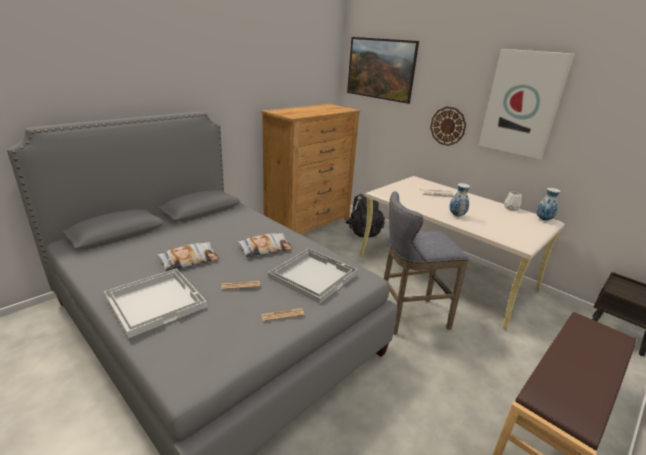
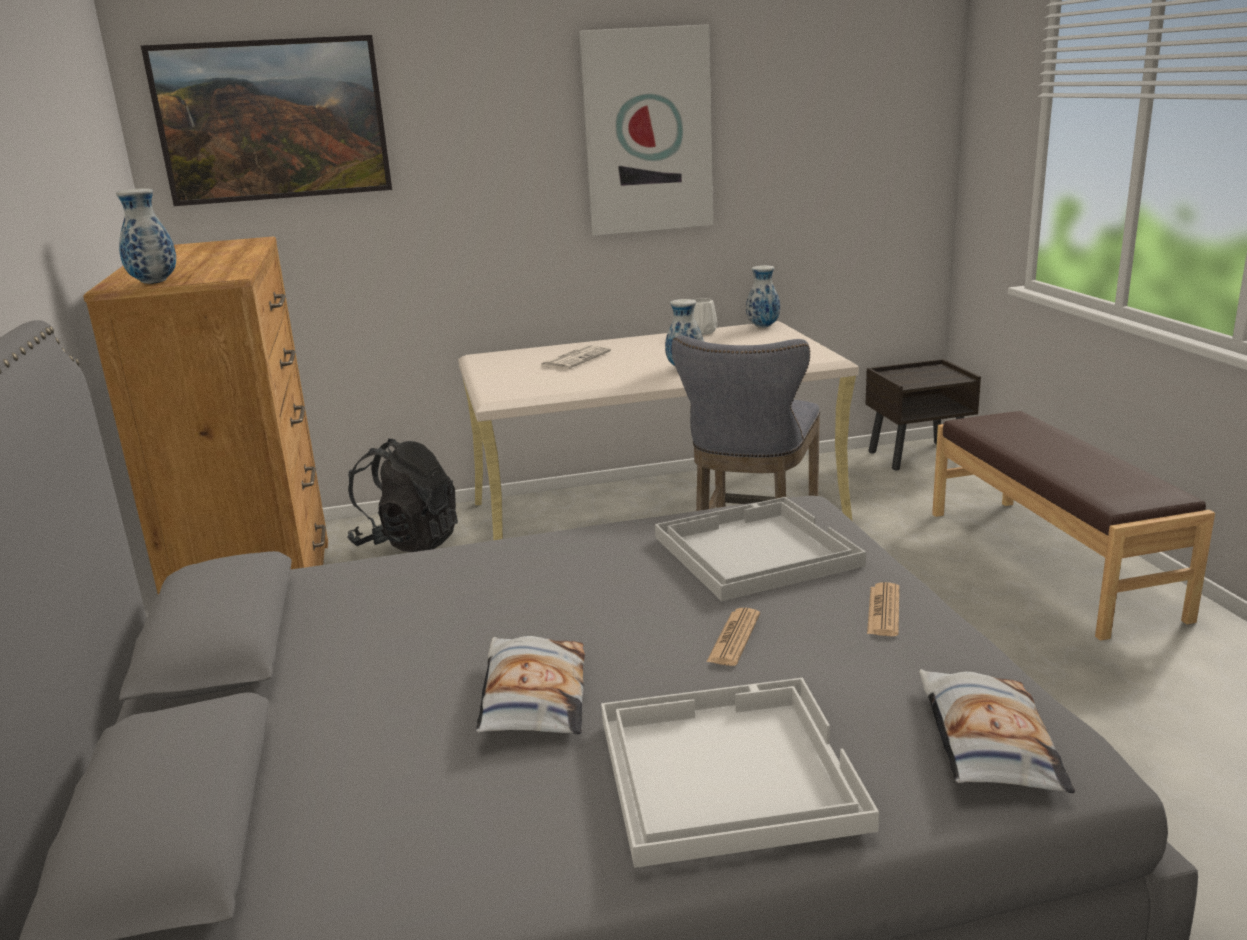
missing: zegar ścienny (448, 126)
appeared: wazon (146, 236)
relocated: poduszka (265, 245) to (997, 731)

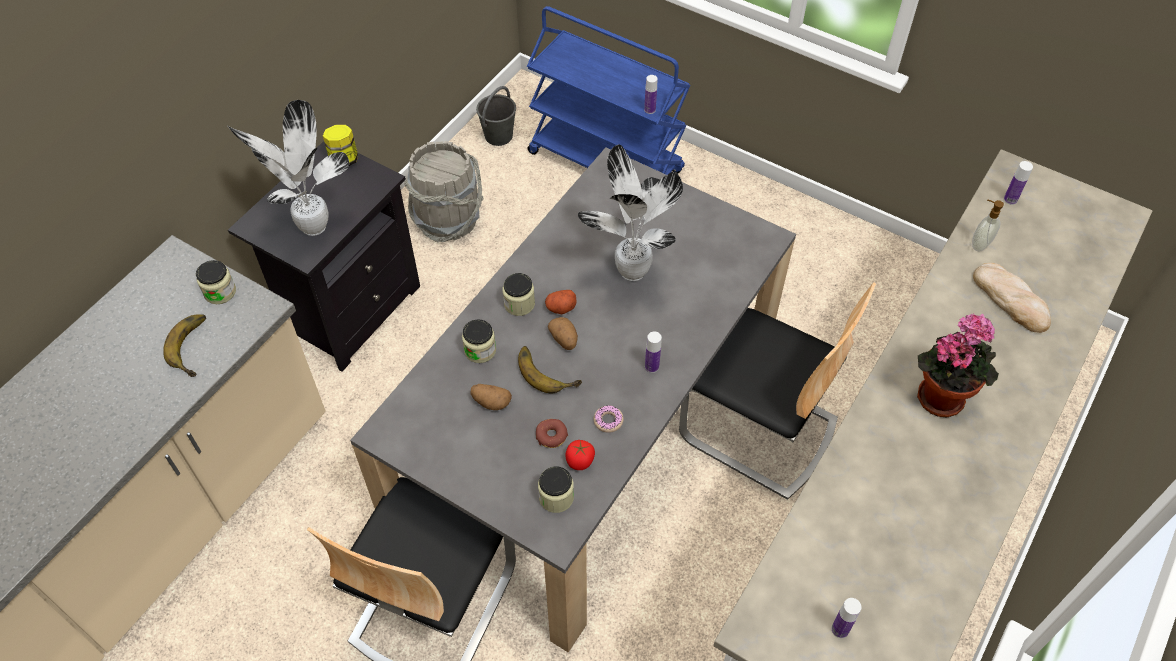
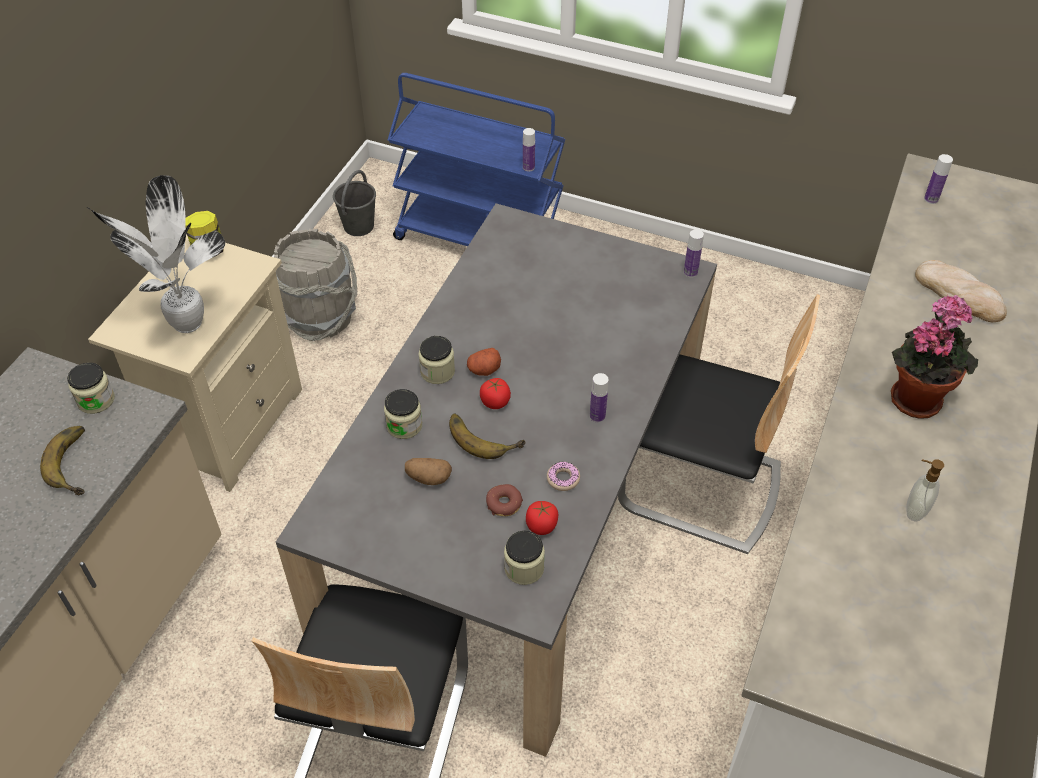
missing: roślina doniczkowa (630, 212)
relocated: butelka (846, 618) to (694, 253); dozownik mydła (988, 226) to (925, 490)
exchanged: ziemniak (563, 333) to pomidor (495, 393)
colour: szafka nocna/czarny (324, 256) to szafka nocna/beżowy (195, 363)

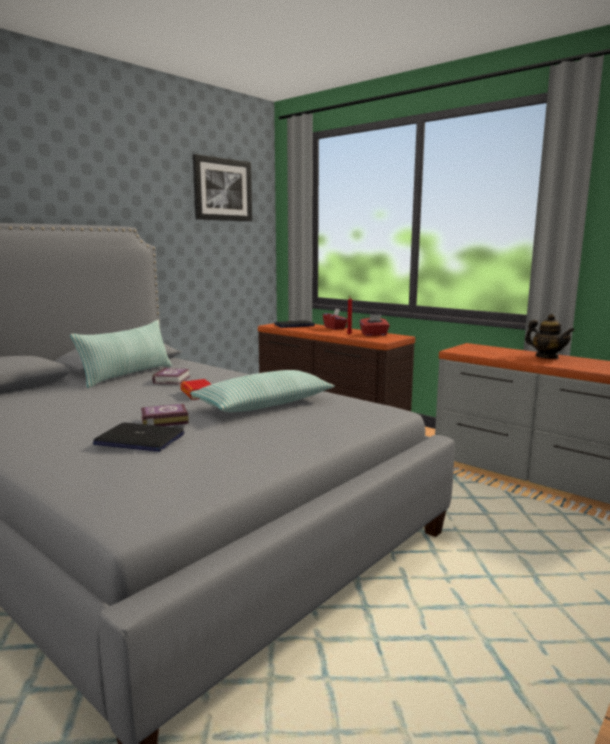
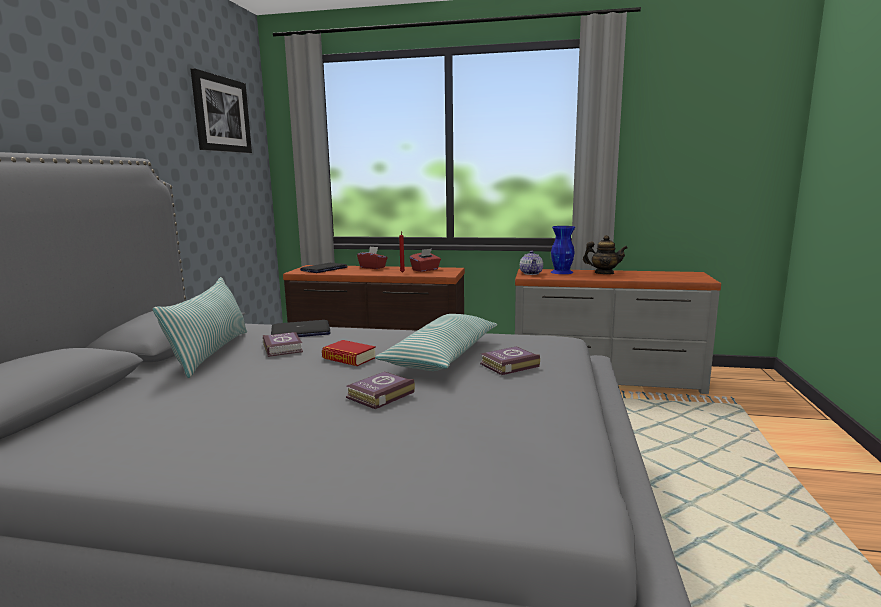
appeared: książka (510, 361); imbryk (531, 263); wazon/niebieski (563, 250)
relocated: laptop (139, 437) to (301, 328)

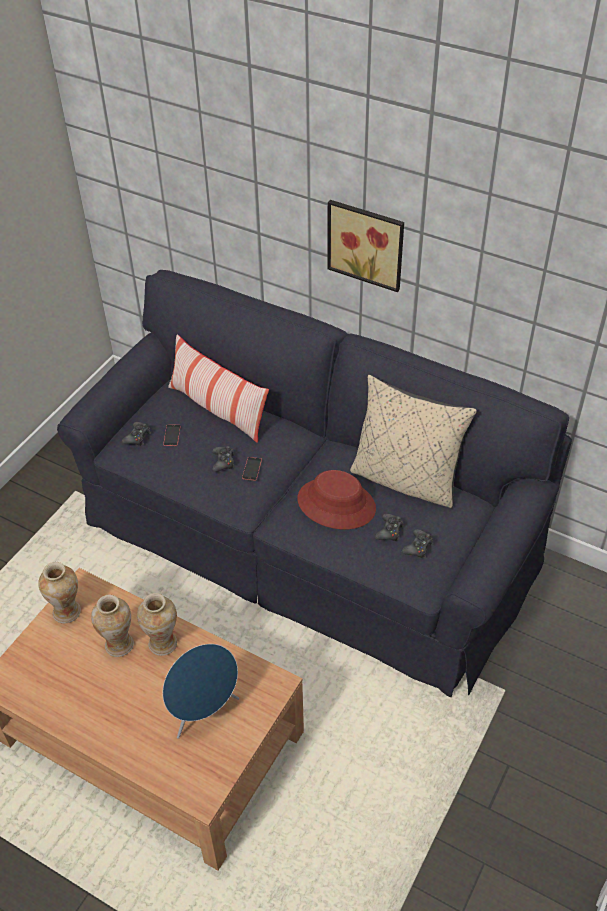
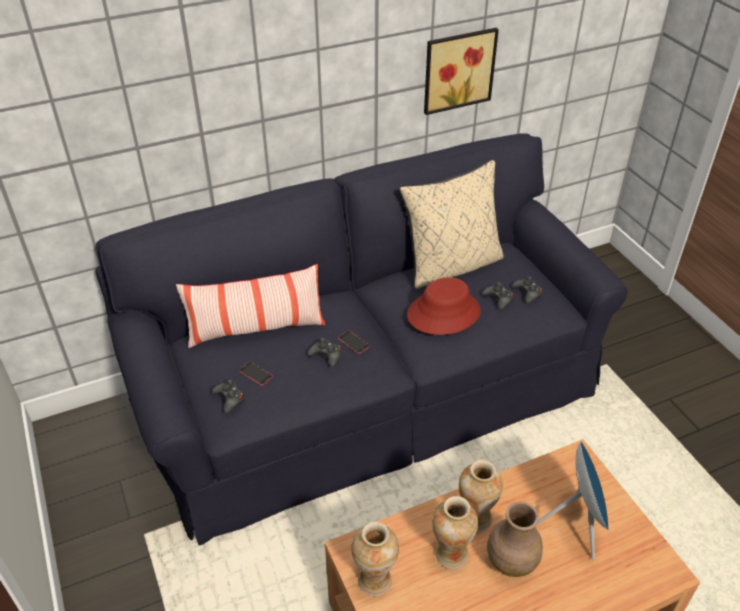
appeared: wazon/brązowy (515, 539)
relocated: obraz (365, 246) to (461, 71)

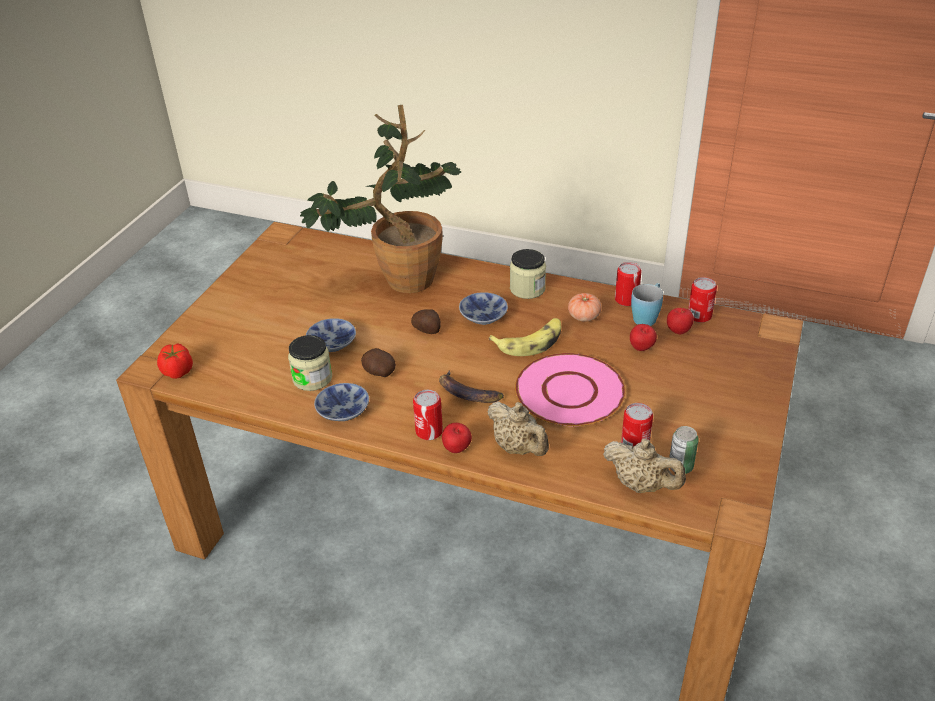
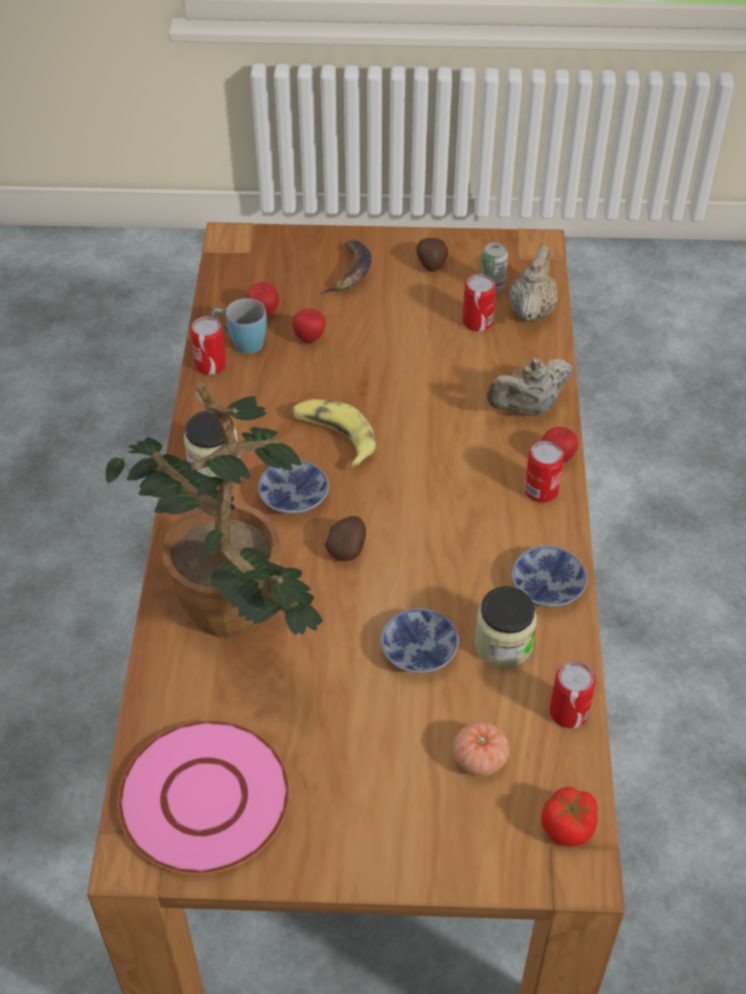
relocated: ziemniak (378, 362) to (432, 255); banan (471, 387) to (345, 267); talerz/różowy (570, 389) to (204, 797); pomidor (584, 307) to (481, 749); puszka (702, 300) to (573, 695)
spun: imbryk/beżowy (518, 428) = (529, 387) 150 degrees counterclockwise

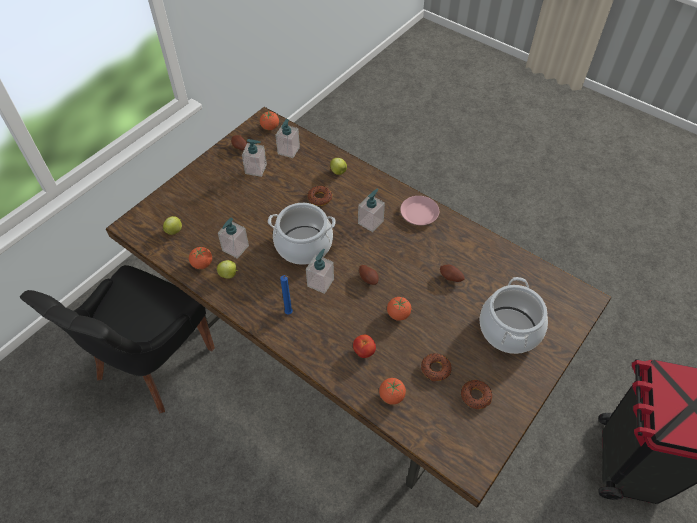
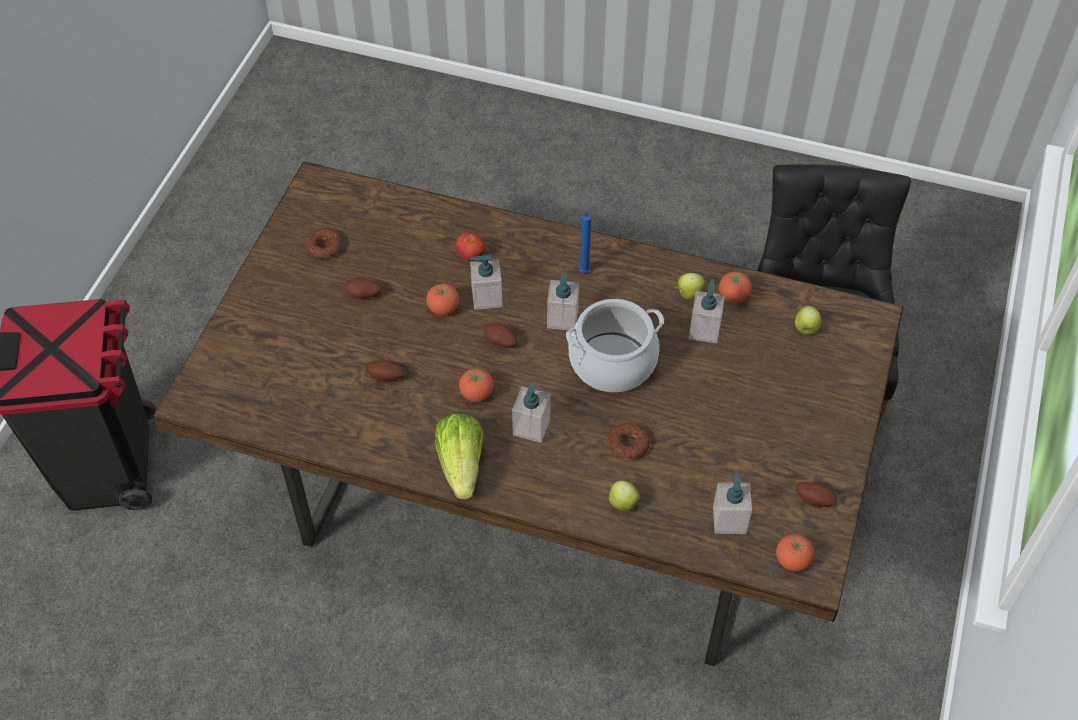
missing: donut (436, 367); garnek (513, 315)
appeared: ziemniak (363, 288)
relocated: dozownik mydła (254, 158) to (486, 282); pomidor (392, 391) to (476, 385)
exchanged: talerz/różowy (419, 210) to sałata (459, 456)

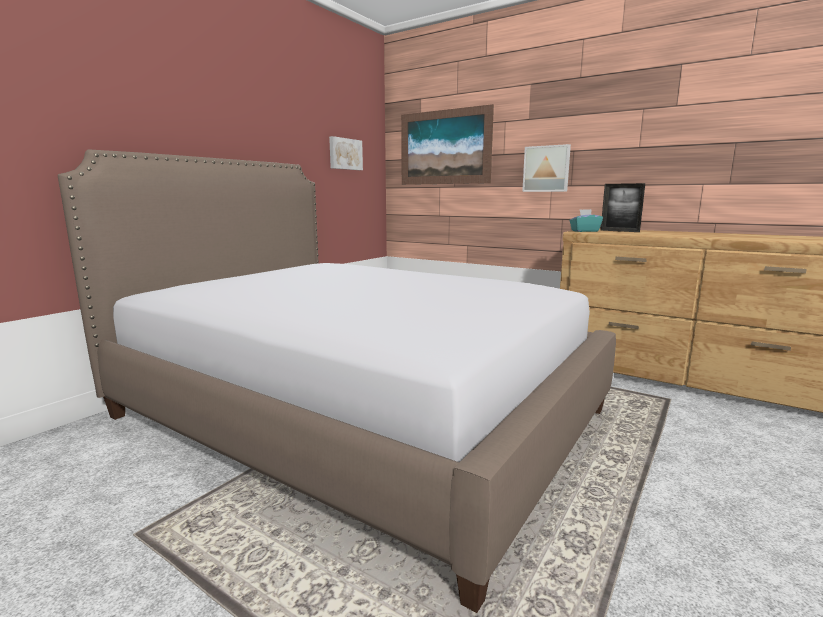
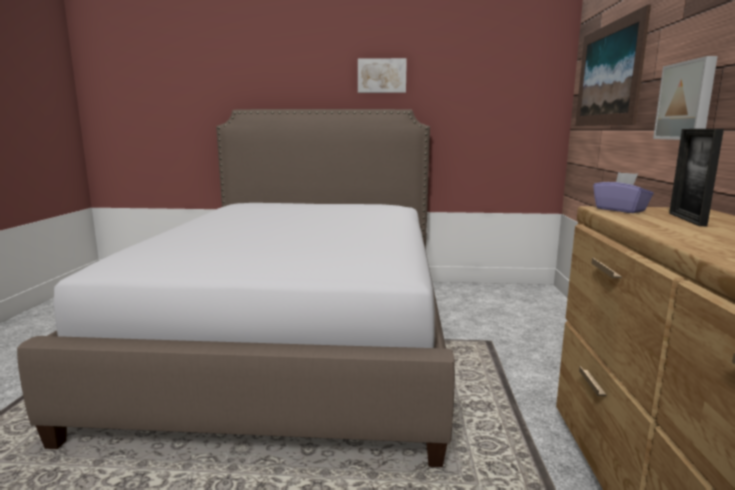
relocated: obraz (346, 153) to (382, 75)
colour: pudełko chusteczek/turkusowy (586, 220) to pudełko chusteczek/fioletowy (623, 192)

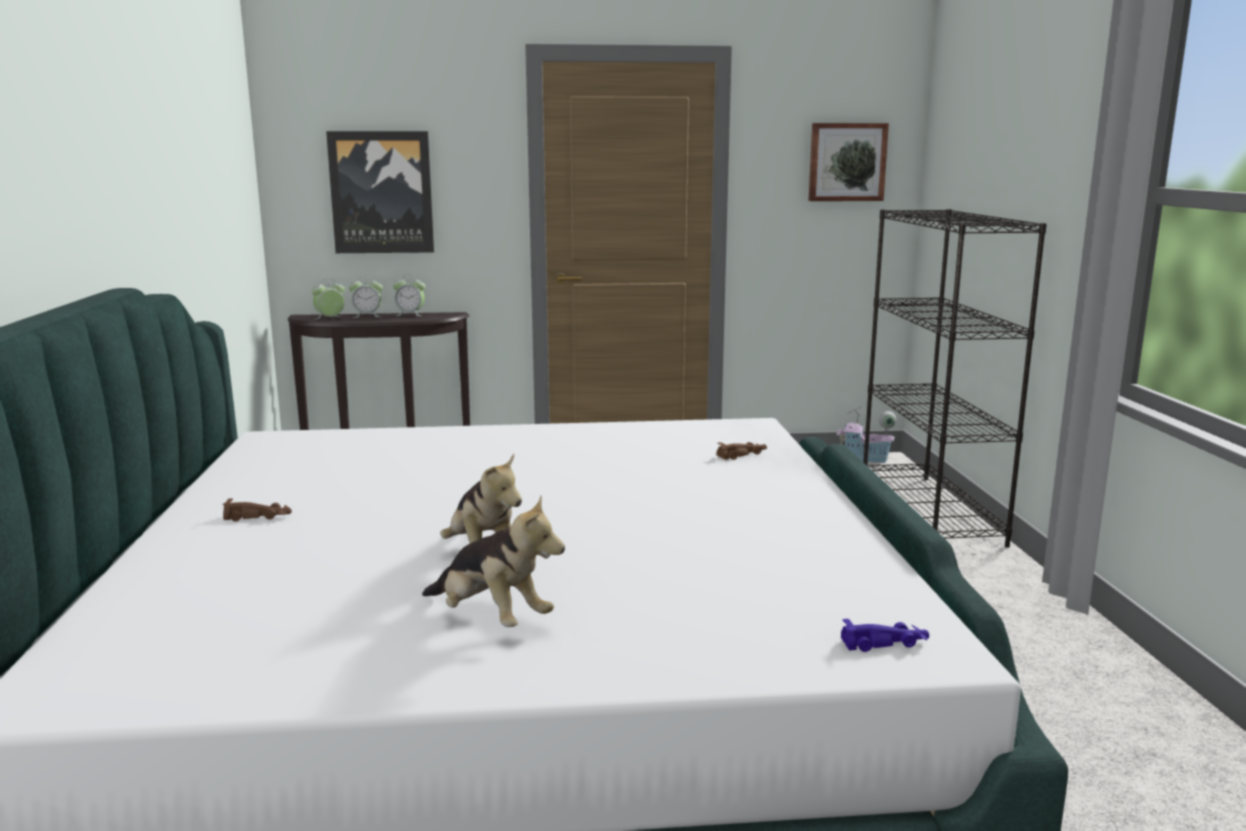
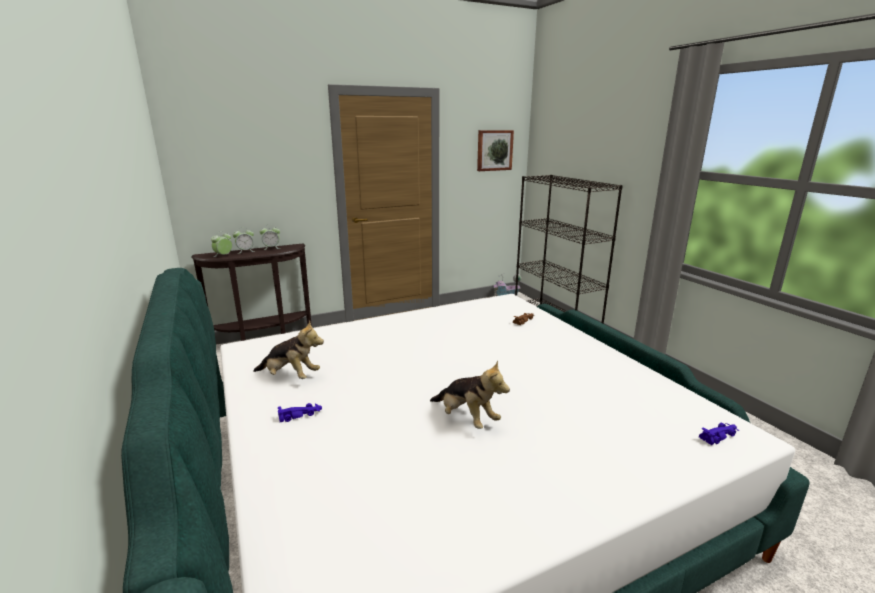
missing: obraz (380, 192)
relocated: pluszak (493, 561) to (288, 349)
colour: samochodzik/brązowy (257, 510) to samochodzik/fioletowy (300, 412)

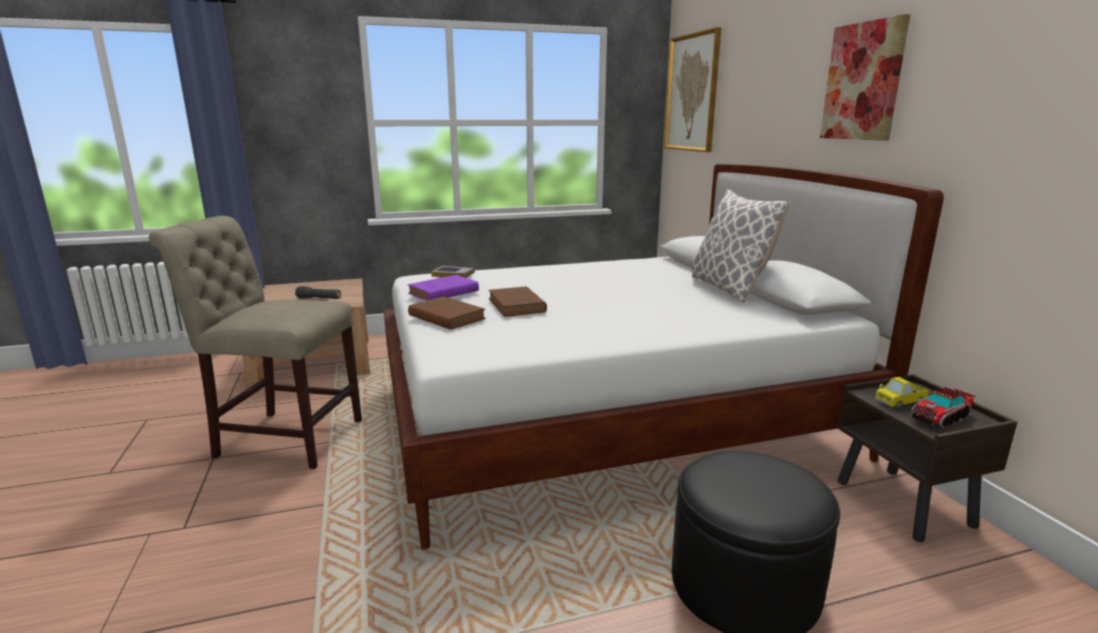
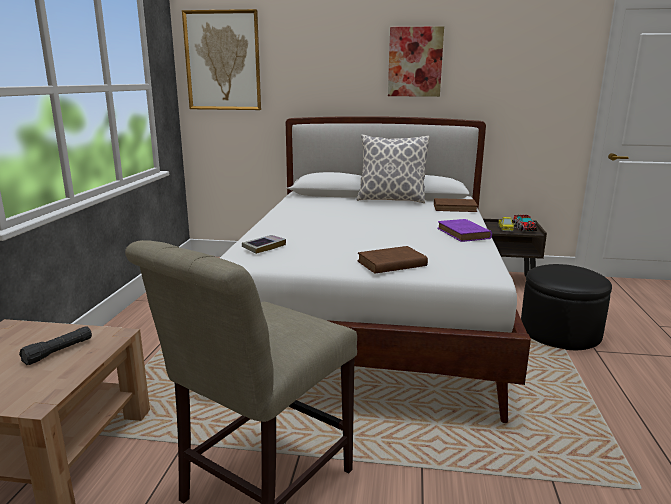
relocated: książka/fioletowy (443, 288) to (464, 230); książka/brązowy (518, 301) to (456, 205)

